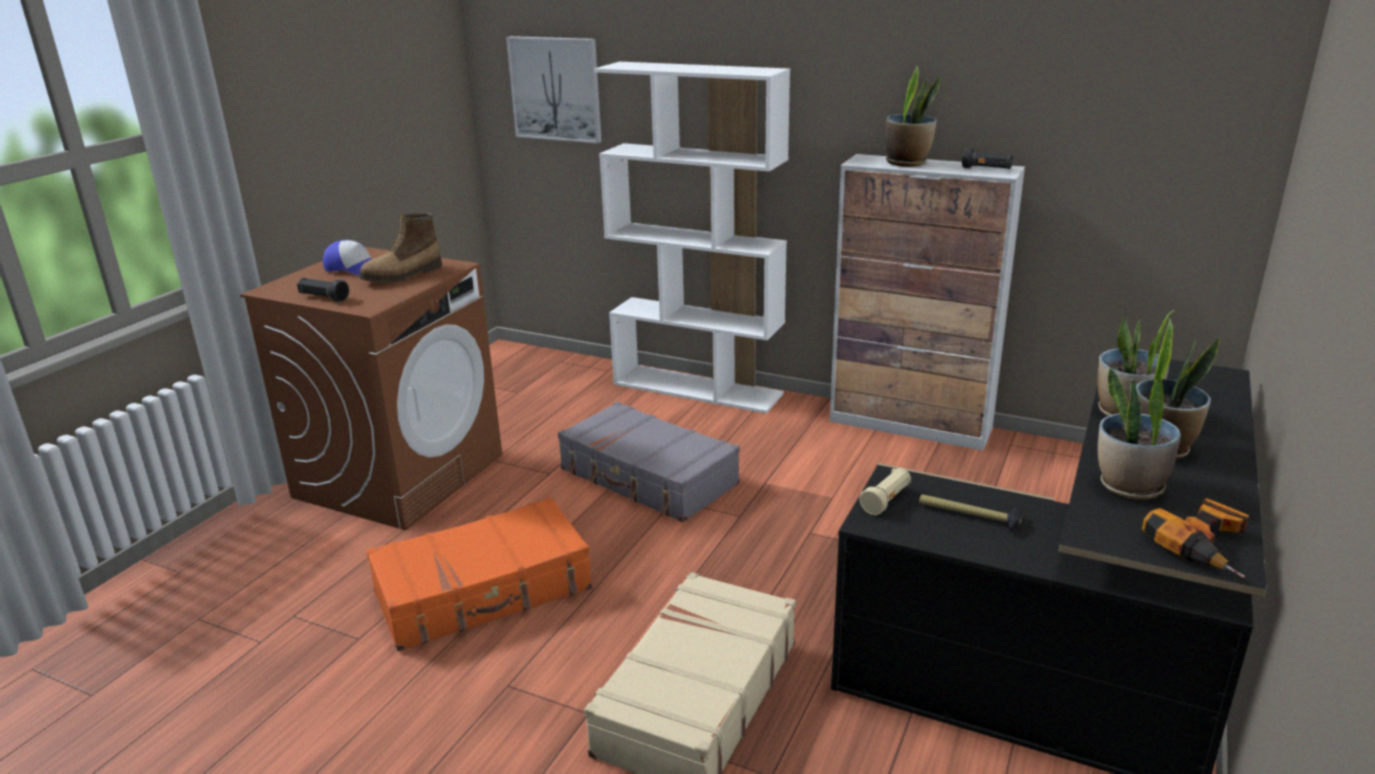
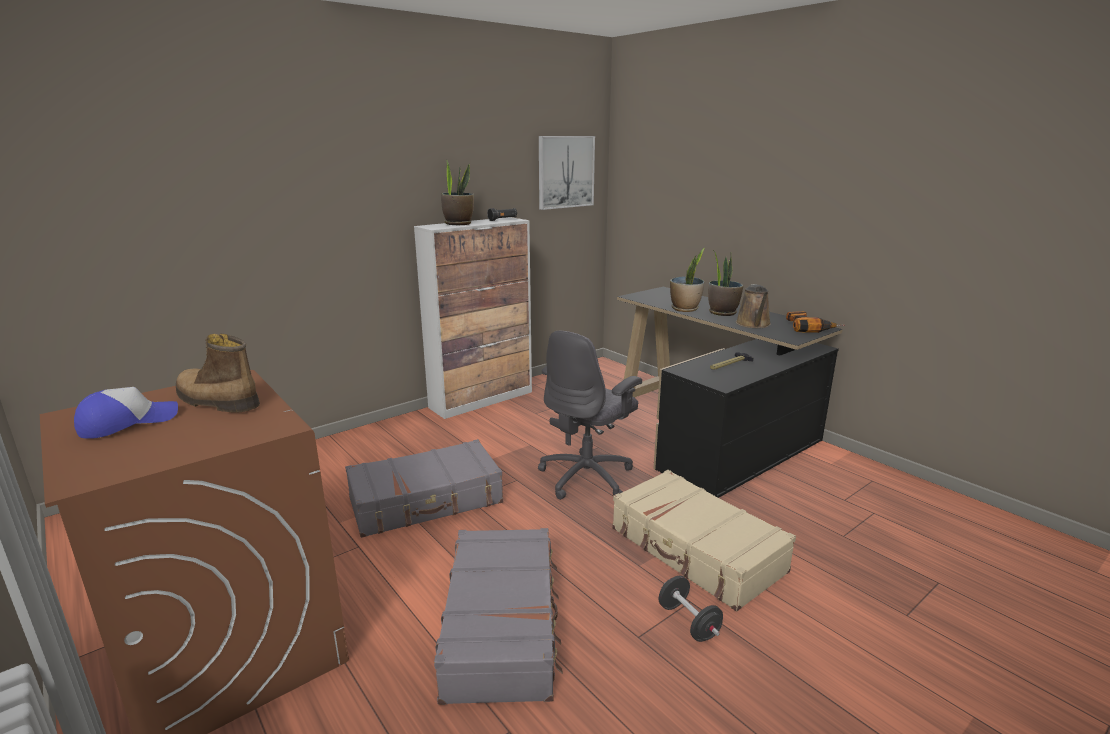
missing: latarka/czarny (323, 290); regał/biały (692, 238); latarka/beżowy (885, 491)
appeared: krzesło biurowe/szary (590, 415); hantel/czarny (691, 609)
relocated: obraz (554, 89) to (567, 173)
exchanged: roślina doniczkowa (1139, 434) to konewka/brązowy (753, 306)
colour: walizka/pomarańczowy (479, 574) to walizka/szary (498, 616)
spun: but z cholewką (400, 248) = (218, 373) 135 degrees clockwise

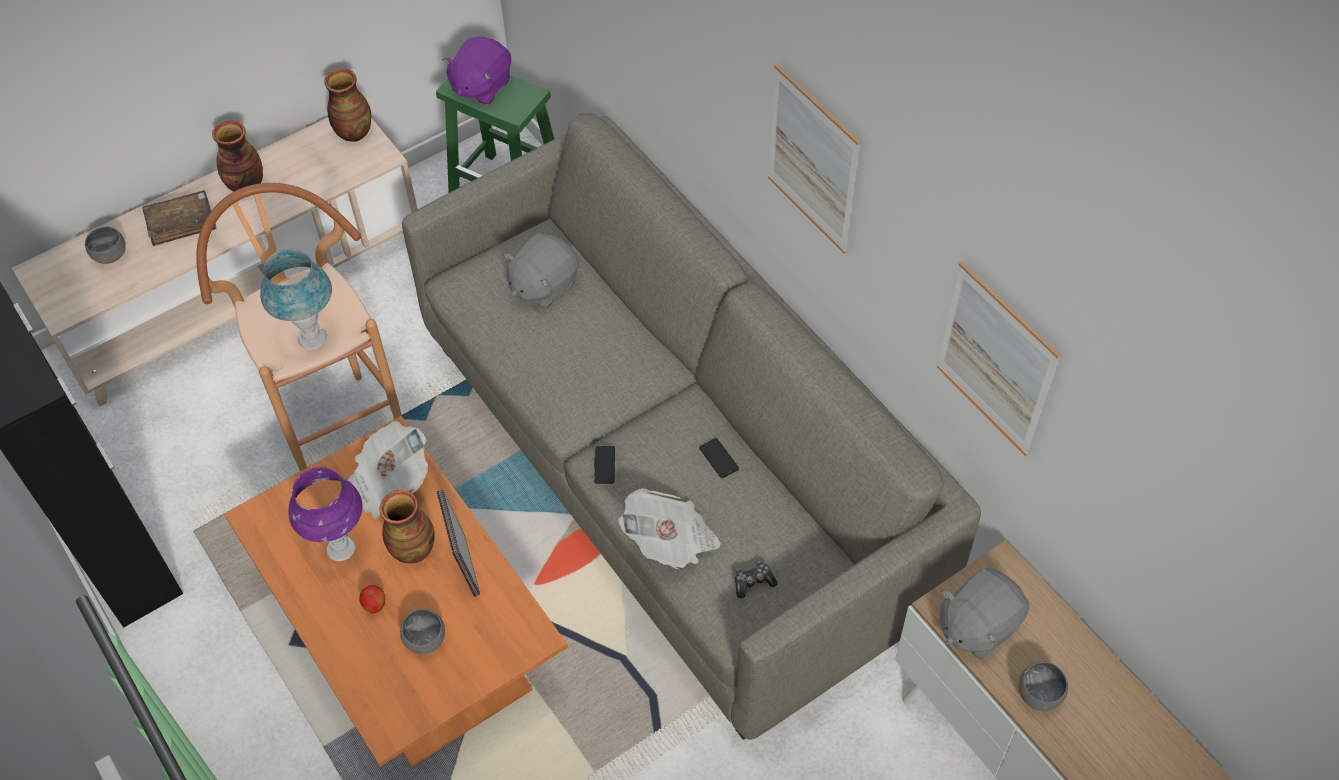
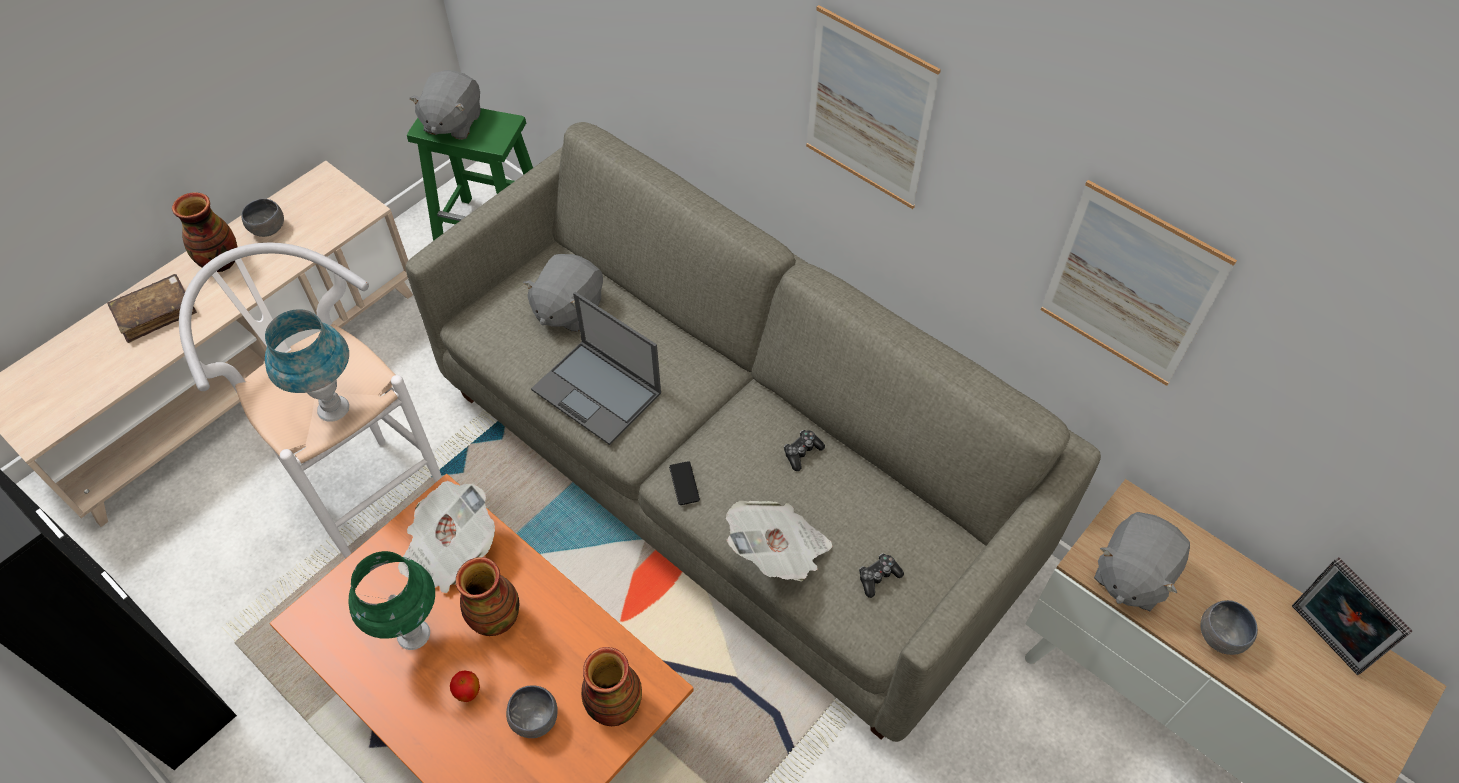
appeared: laptop (596, 368)
relocated: miska/szary (105, 245) to (262, 217); wazon (347, 105) to (611, 686); ramka na zdjęcie (458, 543) to (1352, 616)
exchanged: telefon (719, 458) to pad do gier (804, 450)
colour: stołek/brązowy (299, 327) to stołek/biały (310, 401); lampa stołowa/fioletowy (326, 514) to lampa stołowa/zielony (392, 600); pluszak/fioletowy (477, 71) to pluszak/szary (445, 105)

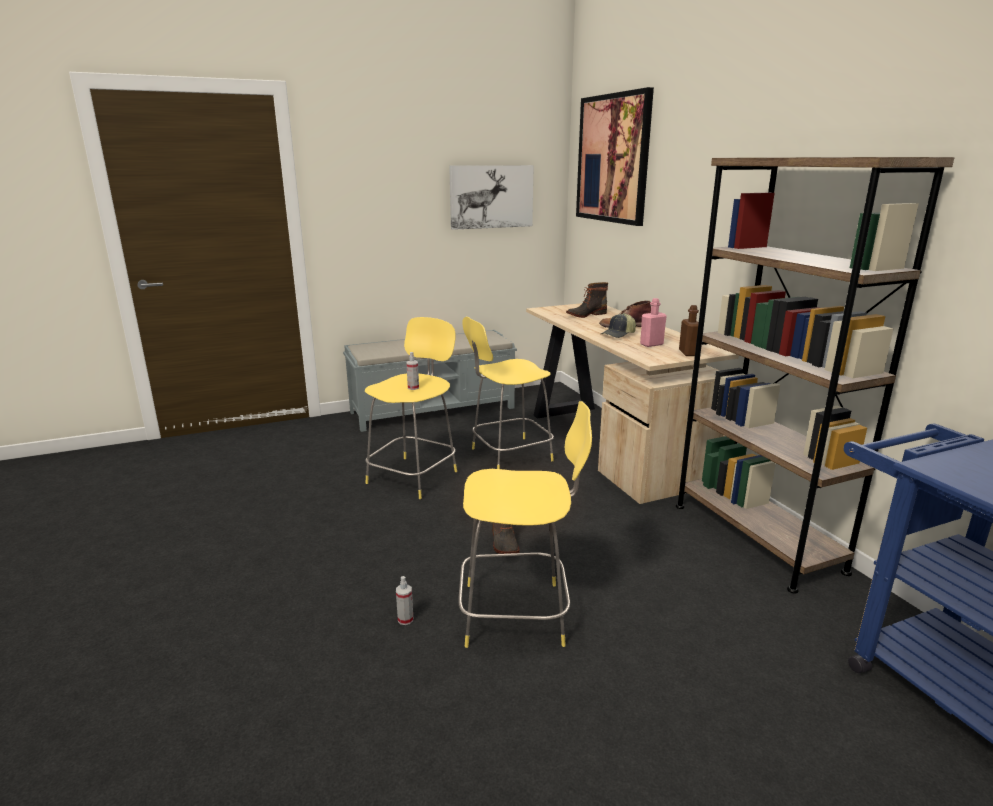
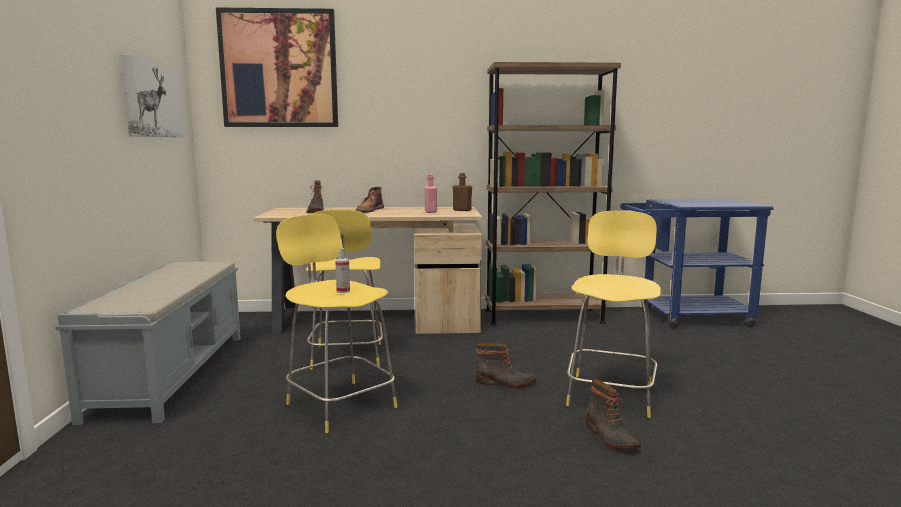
missing: czapka z daszkiem (618, 325)
exchanged: spryskiwacz (404, 600) to but z cholewką (613, 414)

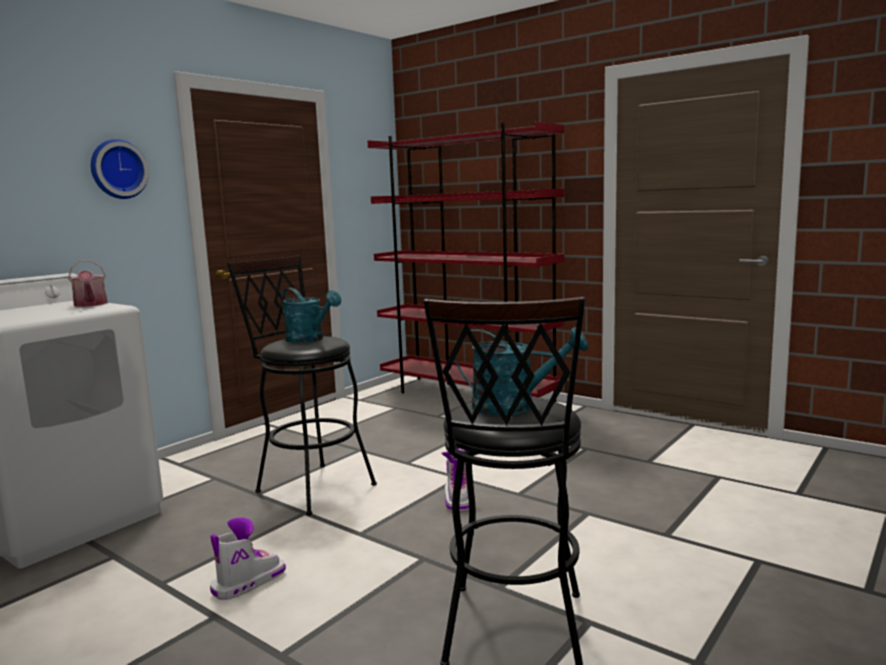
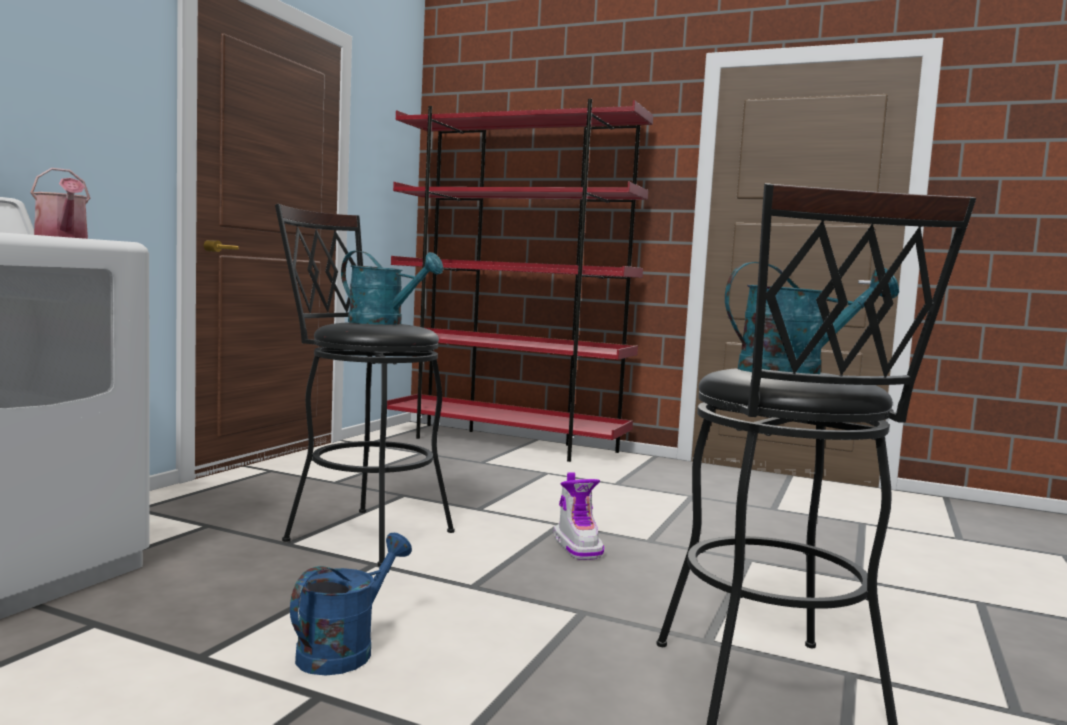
missing: zegar ścienny (120, 169)
exchanged: but z cholewką (248, 559) to konewka/niebieski (351, 604)

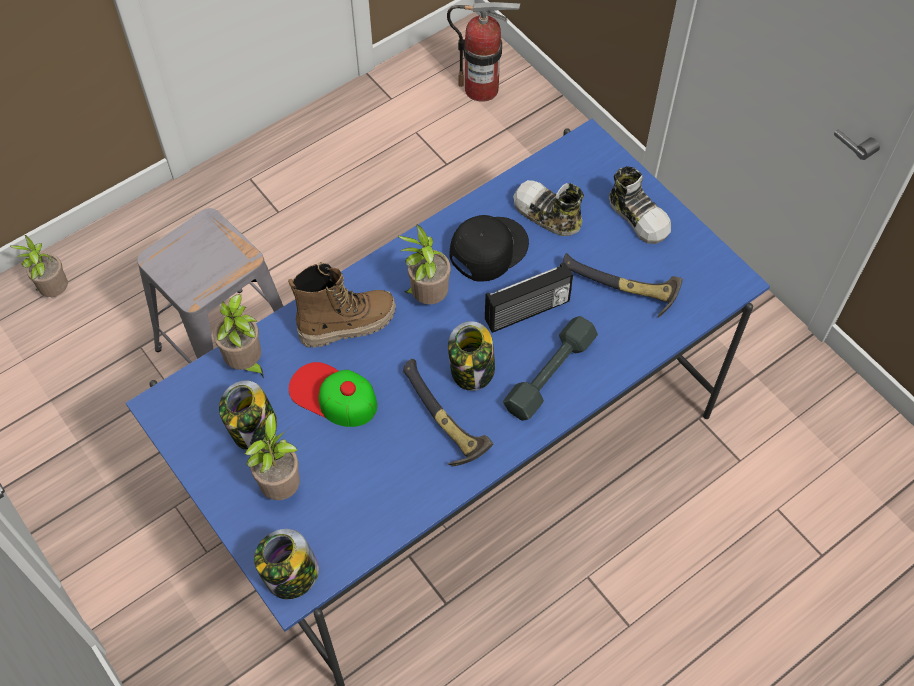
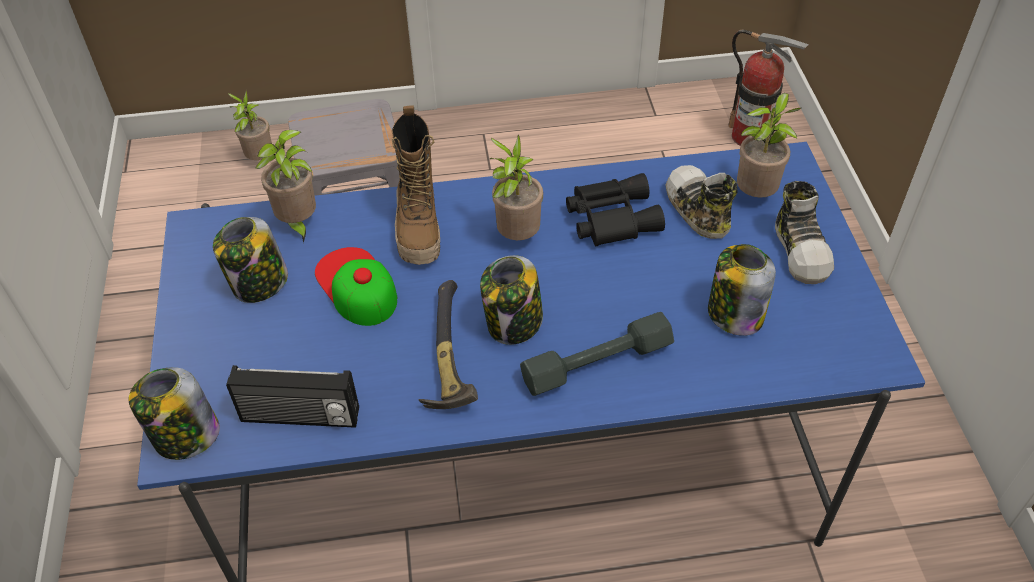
relocated: roślina doniczkowa (272, 456) to (769, 145); radio (529, 297) to (292, 396)
exchanged: czapka z daszkiem/czarny (489, 248) to lornetka/czarny (615, 209); młotek (623, 285) to słoik (742, 290)
spun: but z cholewką (342, 305) = (416, 185) 75 degrees clockwise

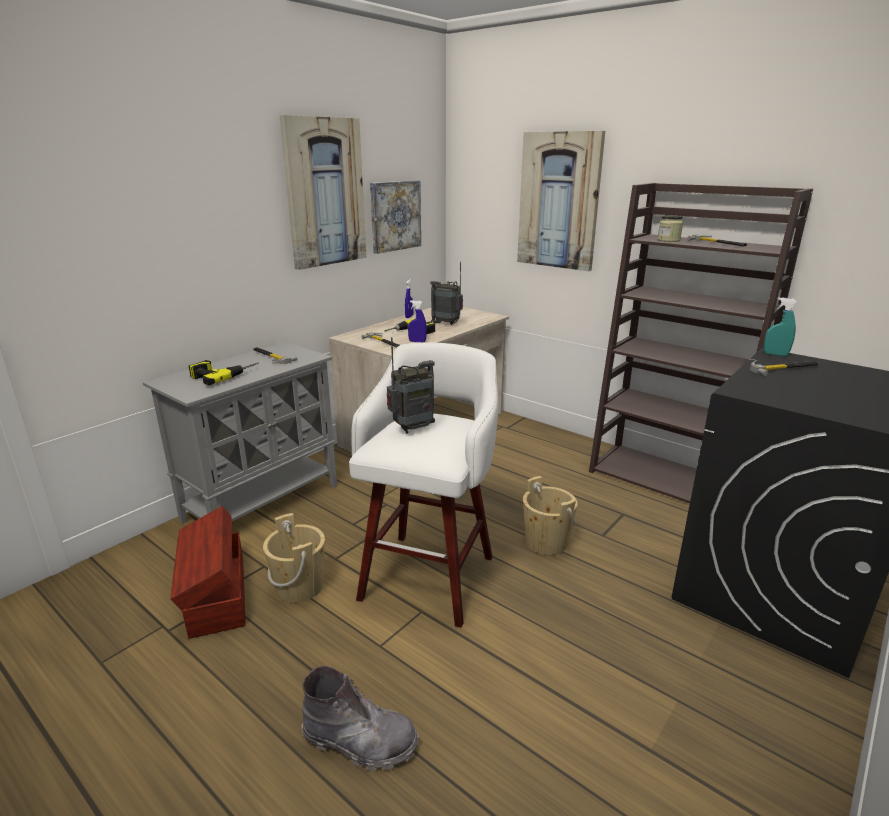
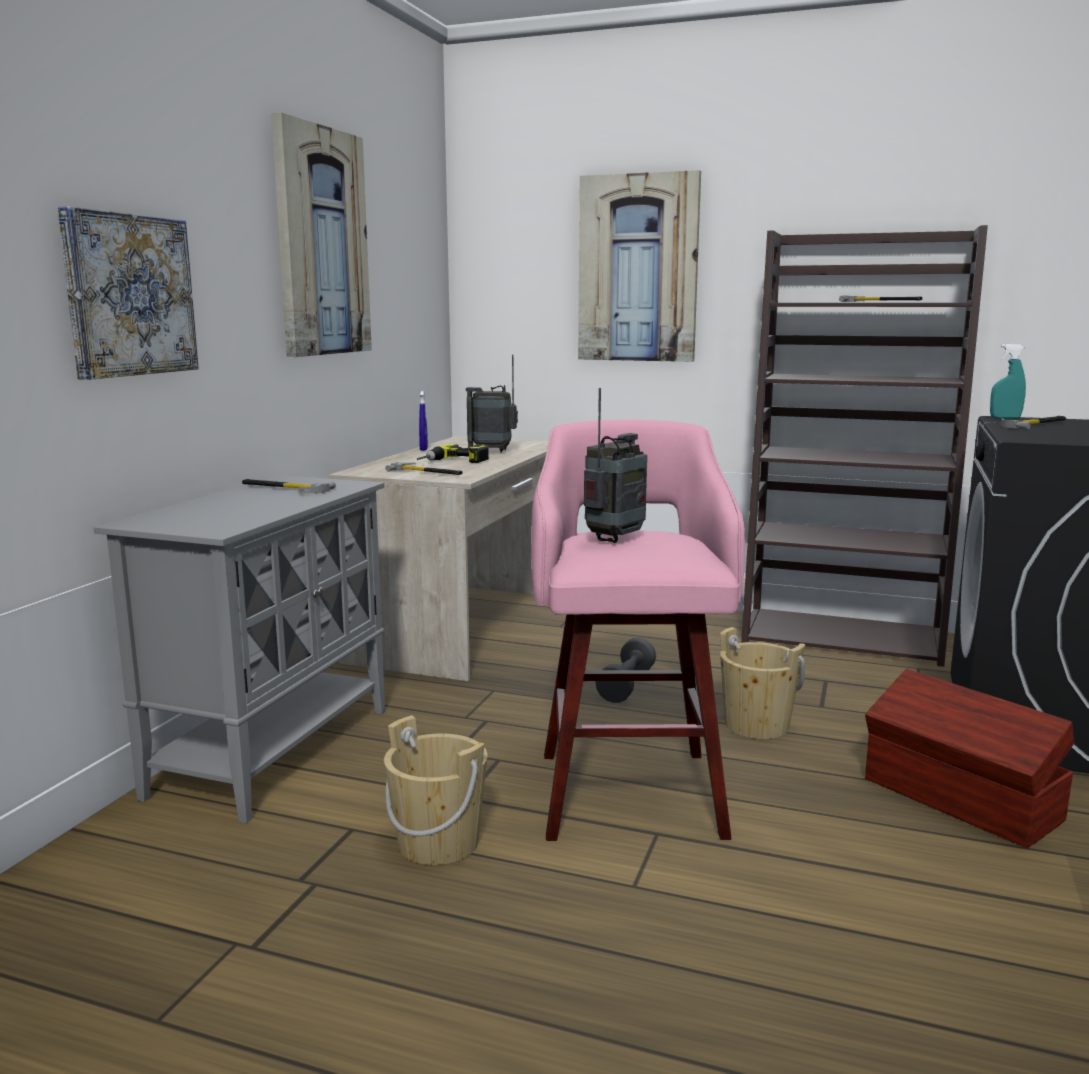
missing: wiertarka (224, 373); but z cholewką/szary (360, 719); spryskiwacz/niebieski (417, 321); słoik (670, 228)
appeared: hantel/szary (625, 670)
relocated: pojemnik do przechowywania/brązowy (208, 572) to (969, 758); obraz (395, 217) to (128, 293)
colour: stołek/biały (424, 485) to stołek/różowy (638, 630)

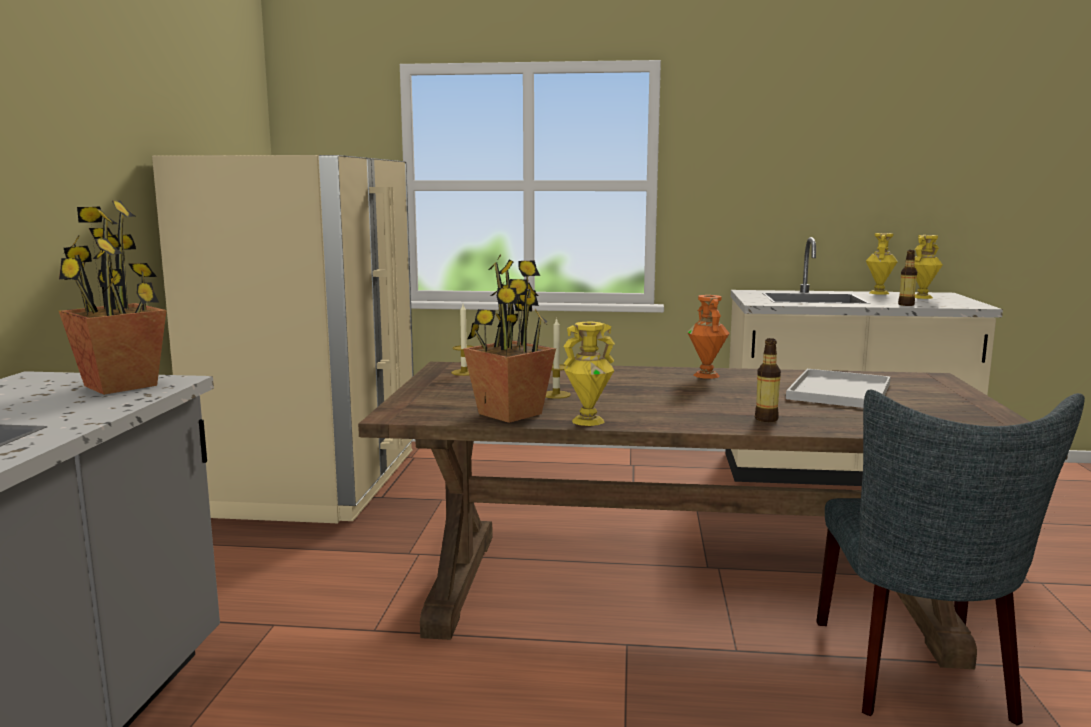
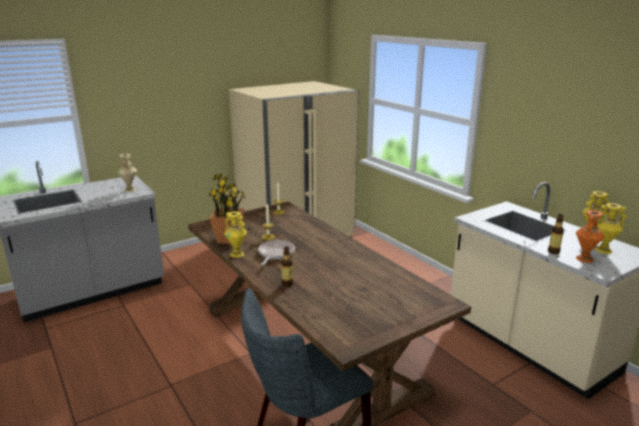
missing: taca/biały (838, 388)
appeared: patelnia (276, 252)
relocated: wazon/pomarańczowy (708, 337) to (590, 236)
exchanged: roślina doniczkowa (113, 298) to wazon/beżowy (127, 173)

